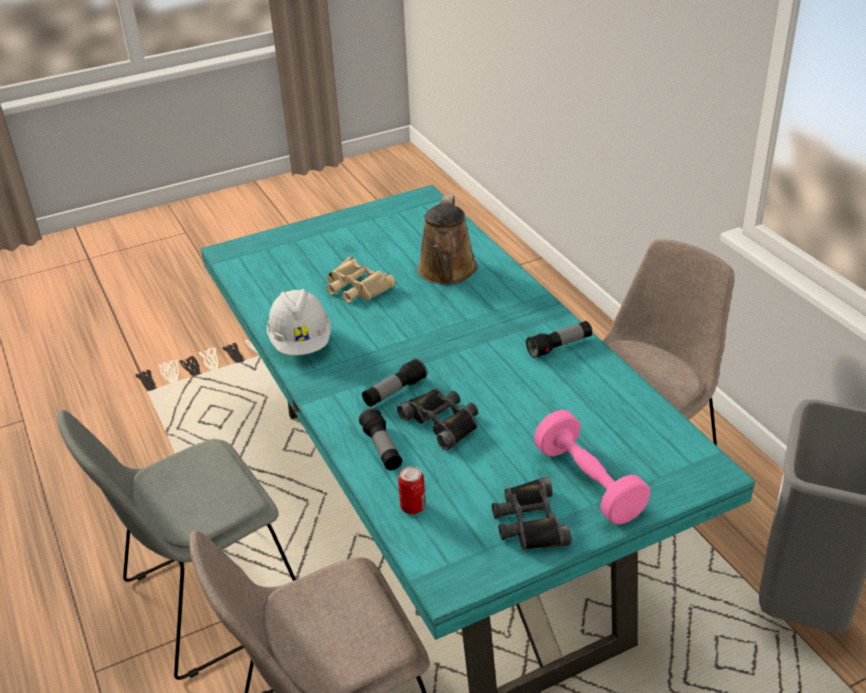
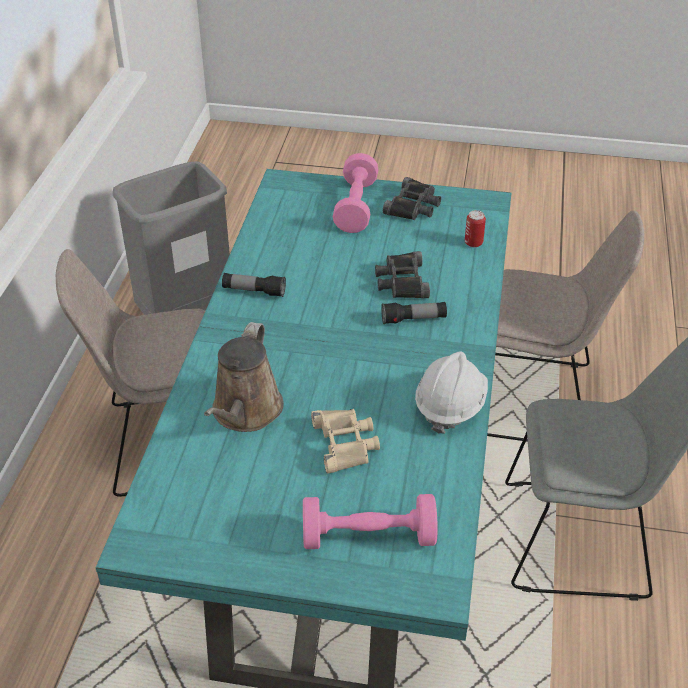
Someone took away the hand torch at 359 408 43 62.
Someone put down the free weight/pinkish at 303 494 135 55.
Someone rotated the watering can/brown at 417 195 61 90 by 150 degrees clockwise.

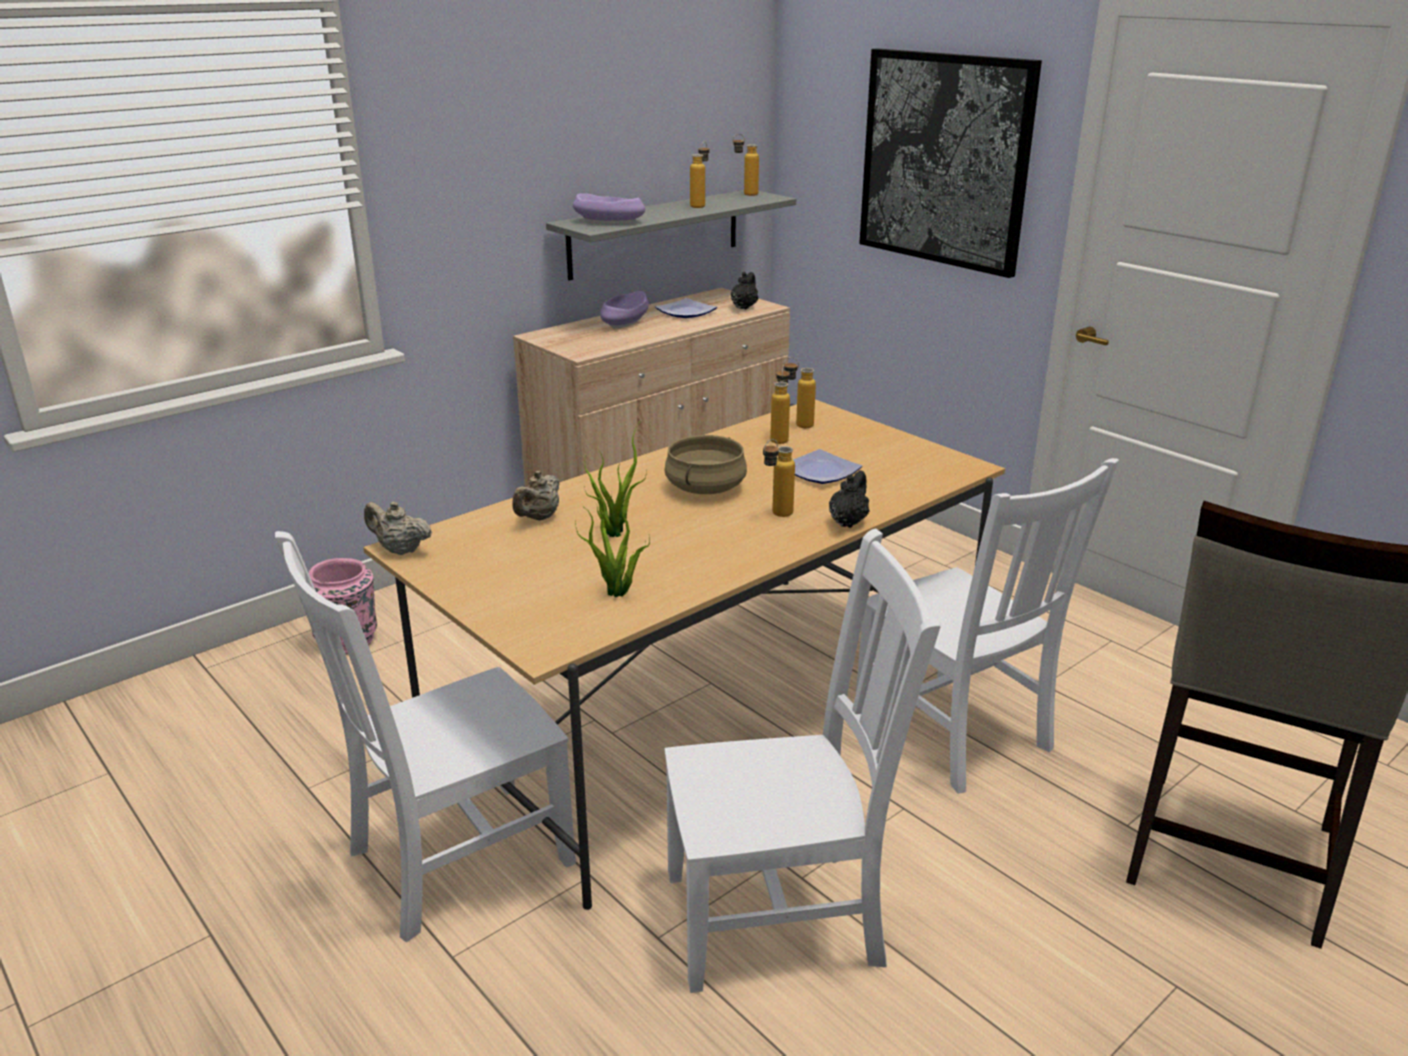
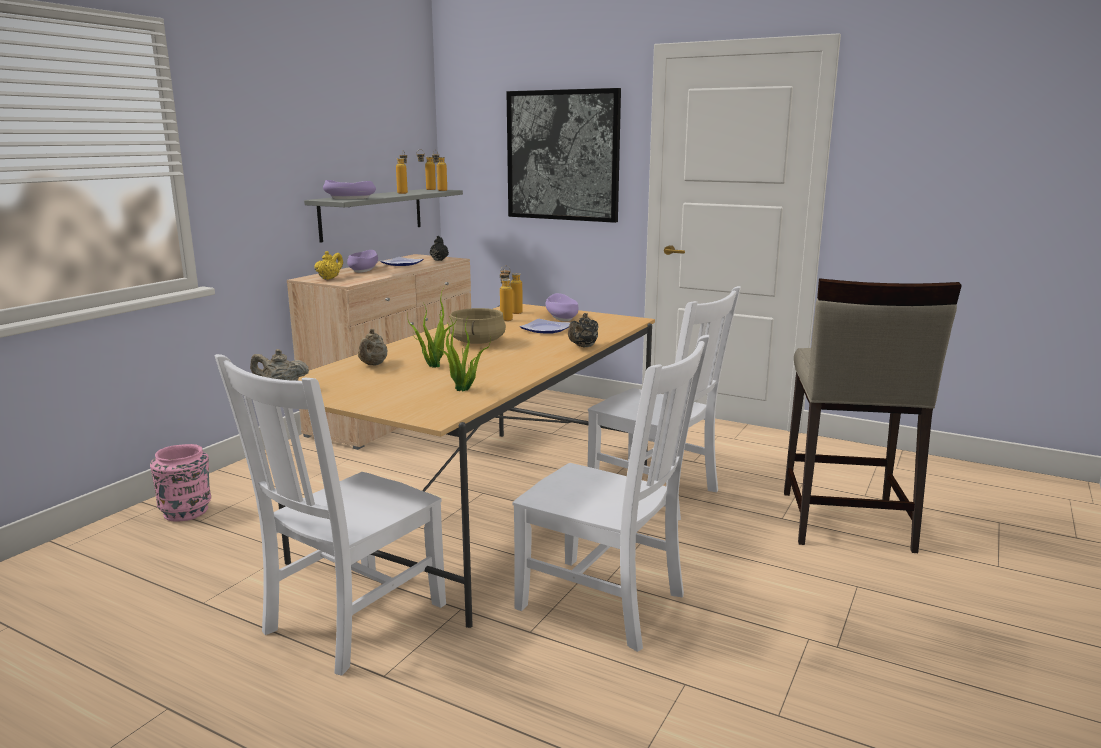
Someone put down the teapot/yellowish at 315 251 28 29.
Someone put down the deep dish/purple at 545 293 34 28.
Someone carried the drink bottle from 763 439 32 78 to 432 150 15 41.
Someone rotated the upright chair/whitish at 665 528 276 465 by 60 degrees clockwise.
Someone rotated the teapot/blackish at 829 470 41 58 by 150 degrees counterclockwise.

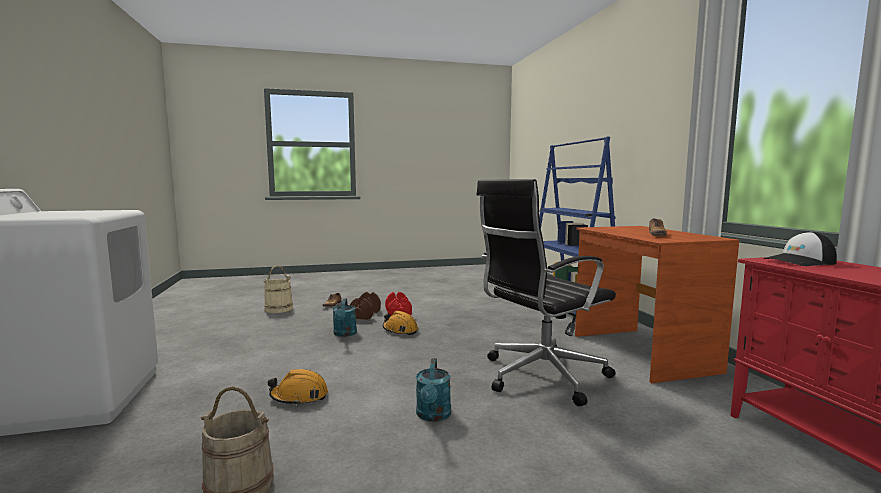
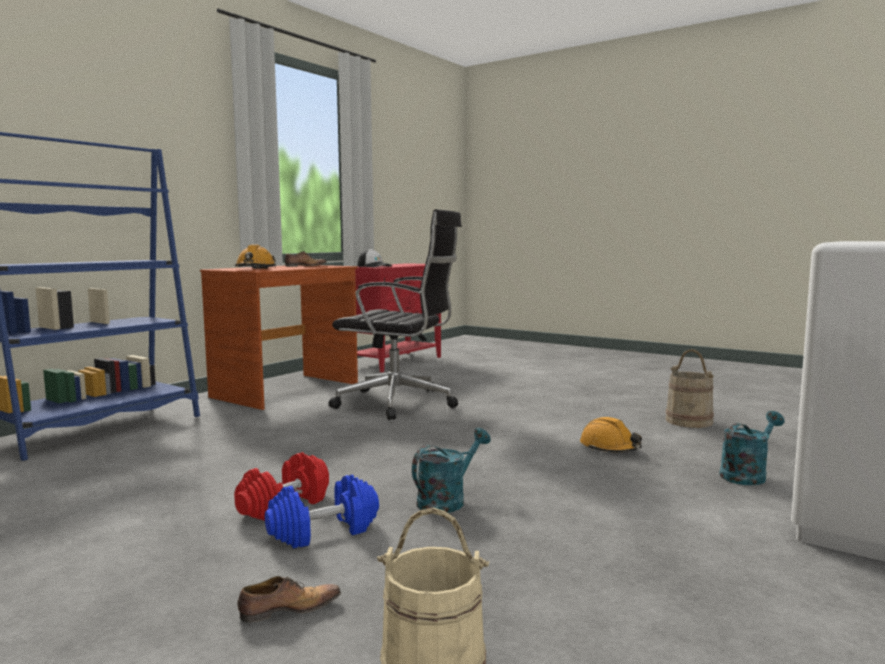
Someone carried the work helmet/orange from 383 311 35 24 to 235 244 41 25.
Someone carried the watering can/turquoise-coloured from 416 358 35 64 to 719 411 66 74.
Someone repainted the free weight/brown at 350 292 31 28, which became the free weight/blue-coloured at 265 474 114 75.

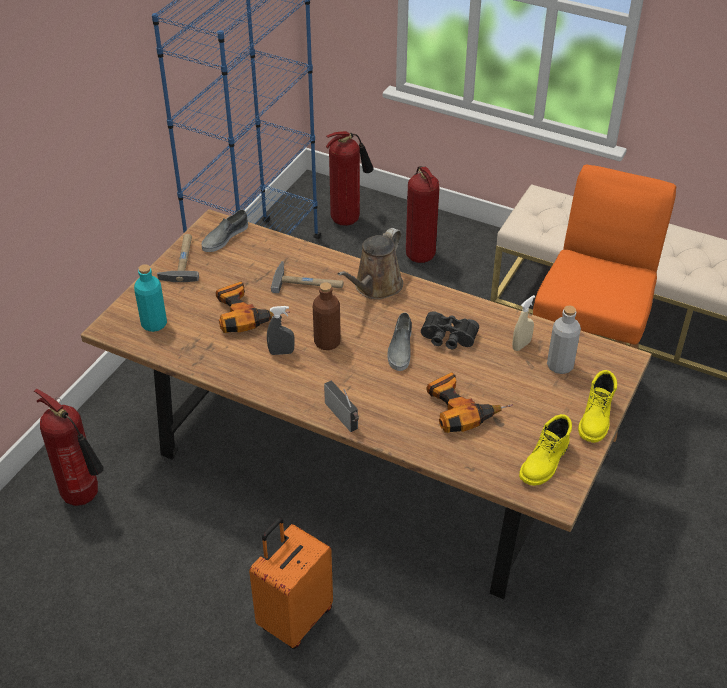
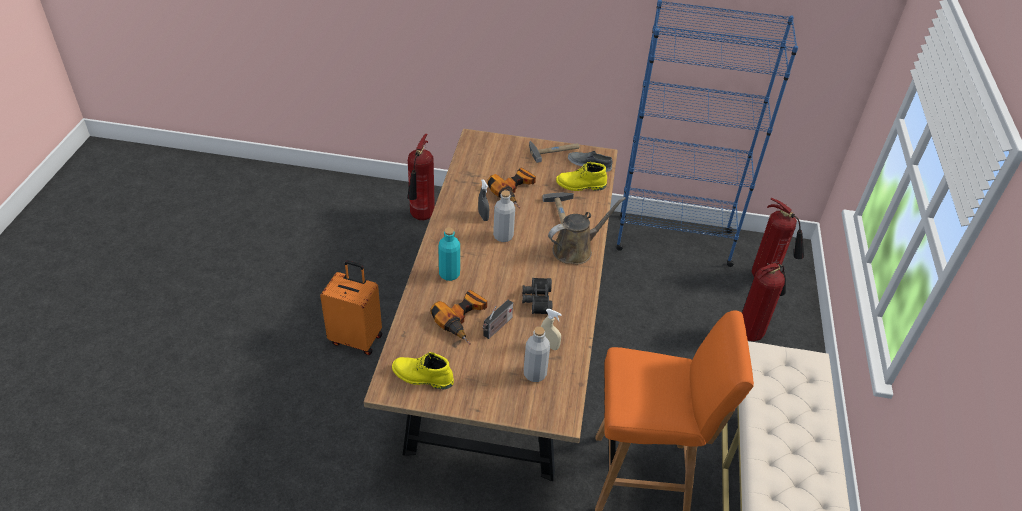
Someone took away the item of footwear/grey at 387 313 25 58.
Someone carried the drink bottle/turquoise-coloured from 134 264 33 68 to 438 227 22 54.
Someone carried the radio from 324 380 35 52 to 483 300 30 39.
Someone carried the tall boot/yellowish from 578 370 39 73 to 556 162 51 29.
Someone repainted the drink bottle/brown at 313 282 28 68, which became the drink bottle/grey at 493 190 22 52.
Someone rotated the watering can/brown at 338 228 65 72 by 135 degrees clockwise.

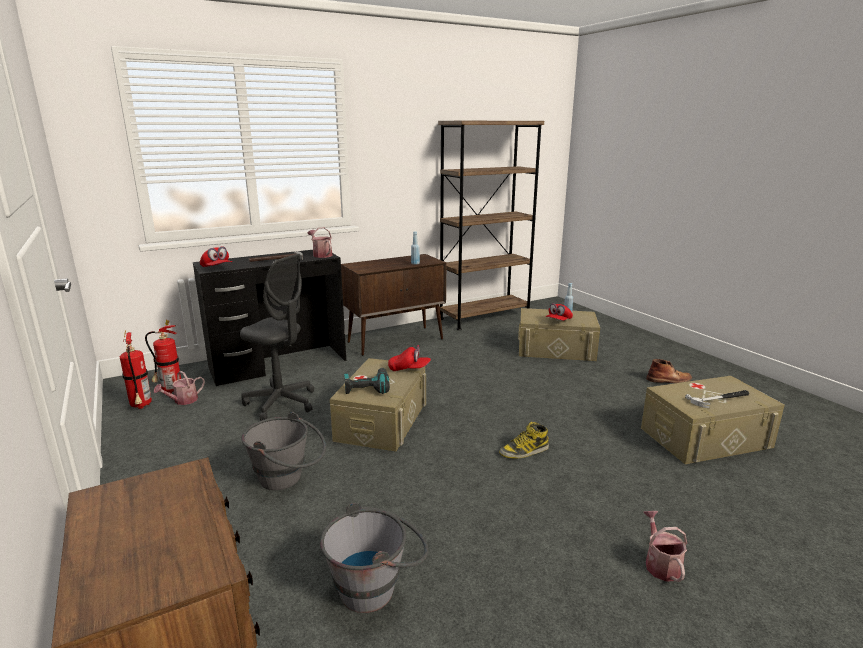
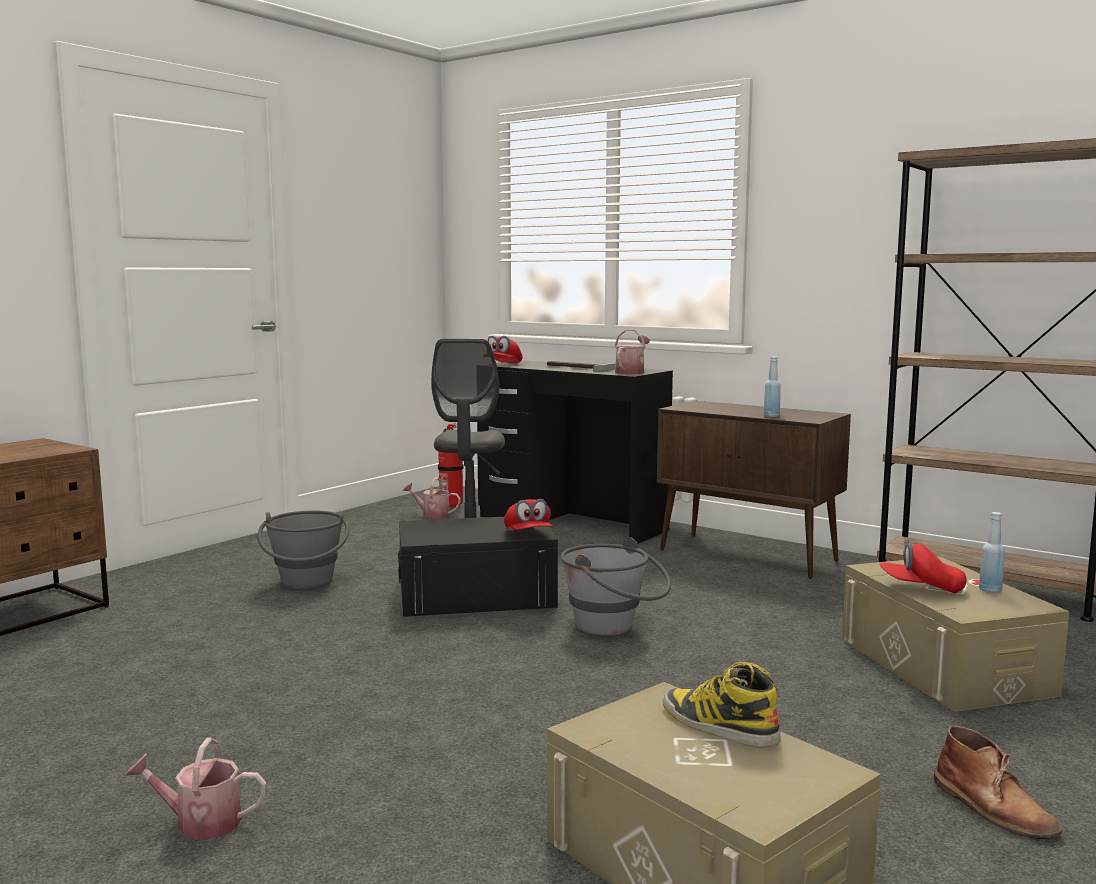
Someone took away the extinguisher at 120 330 32 79.
Someone took away the electric drill at 344 368 46 26.
Someone took away the tool hammer at 685 390 64 18.
Someone carried the pail/grey from 320 502 109 111 to 560 537 111 99.
Someone carried the tall boot from 499 422 50 36 to 663 662 118 86.
Someone repainted the storage bin/sand-coloured at 330 358 96 93, which became the storage bin/blackish at 398 517 160 100.
Someone rotated the watering can at 643 511 44 71 by 150 degrees counterclockwise.

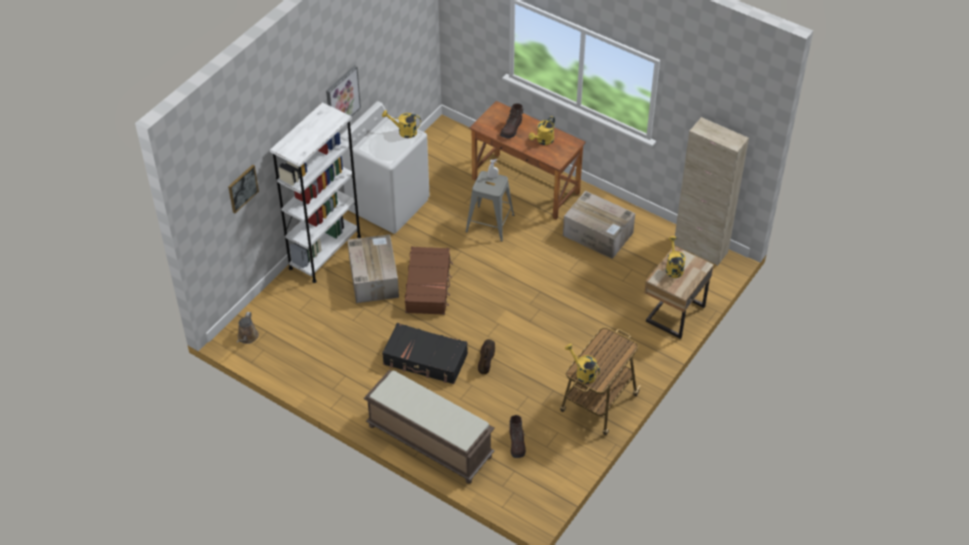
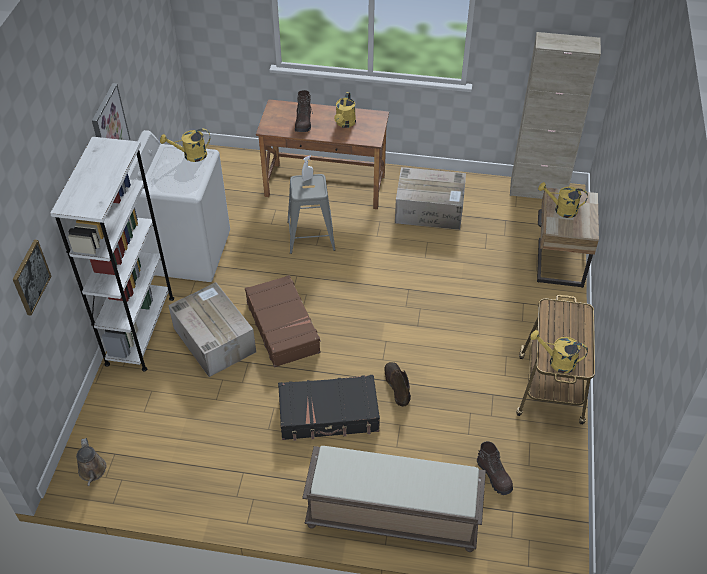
Someone rotated the watering can/yellowish at 666 236 20 42 by 45 degrees counterclockwise.

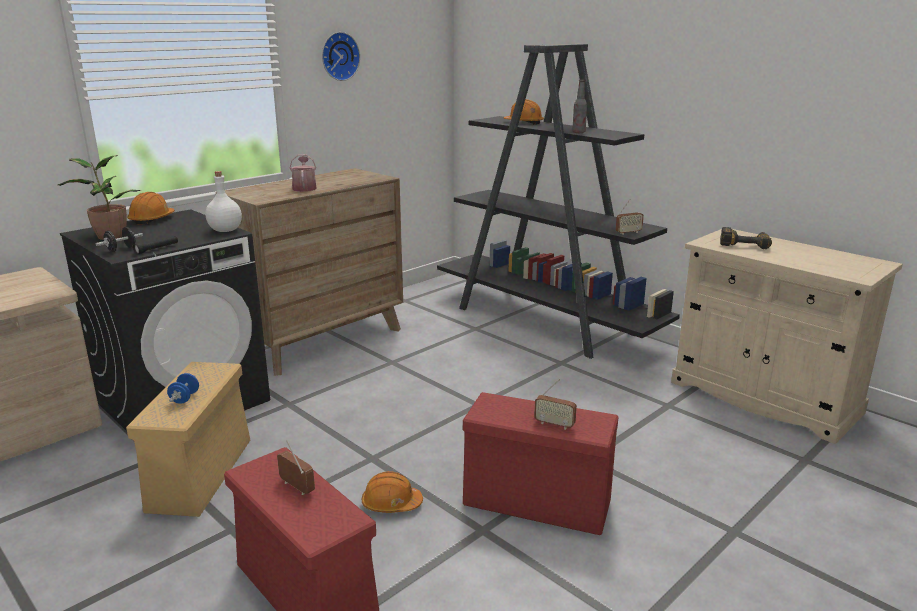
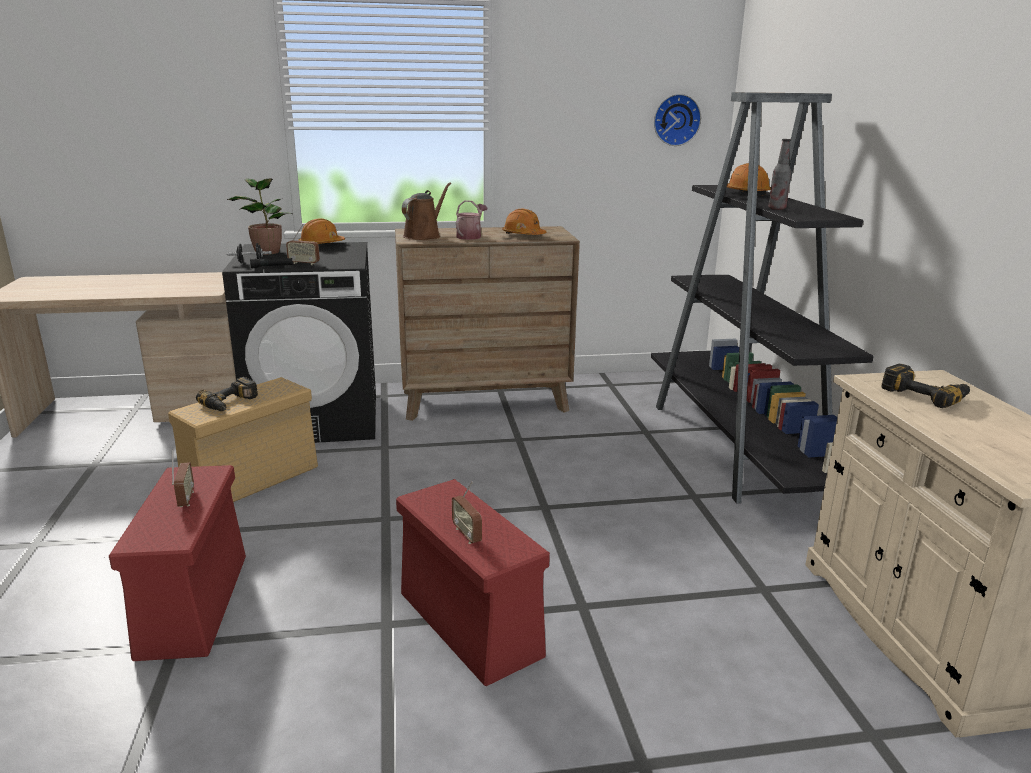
Someone took away the drink bottle/whitish at 205 171 37 61.
Someone put down the watering can/brown at 402 182 49 58.
Someone carried the clock on the wall from 322 32 38 49 to 654 94 47 52.
Someone carried the work helmet/orange from 362 471 61 42 to 502 208 44 27.
Someone carried the radio from 616 199 28 36 to 286 224 34 41.
Someone swapped the free weight/blue-coloured at 167 373 32 31 for the electric drill at 196 377 62 34.

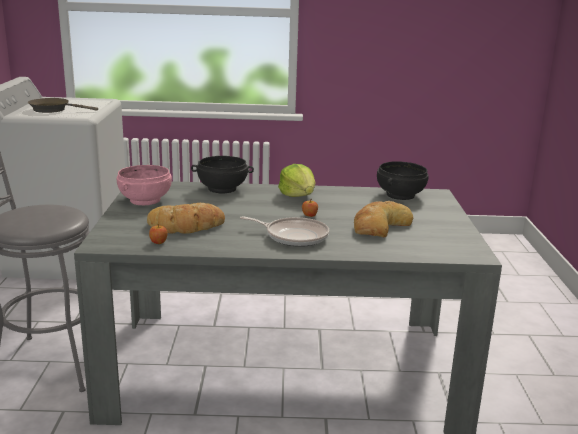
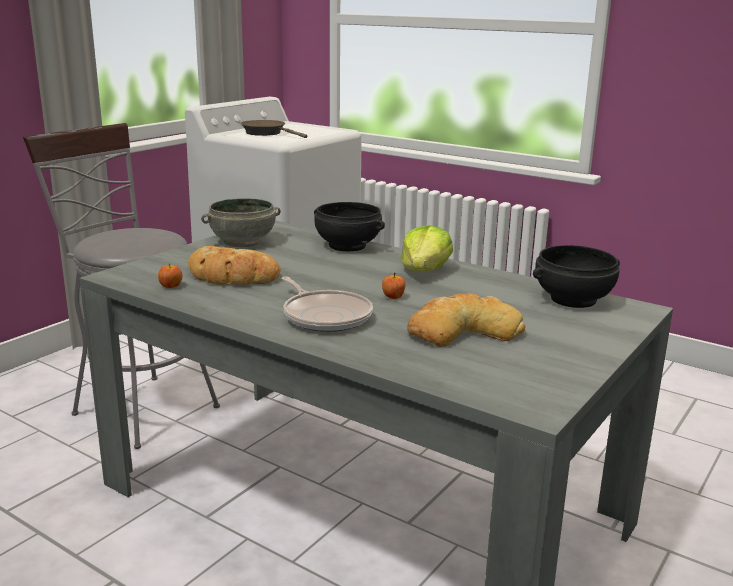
Someone repainted the deep dish/pinkish at 117 165 55 40, which became the deep dish/grey at 201 198 80 49.

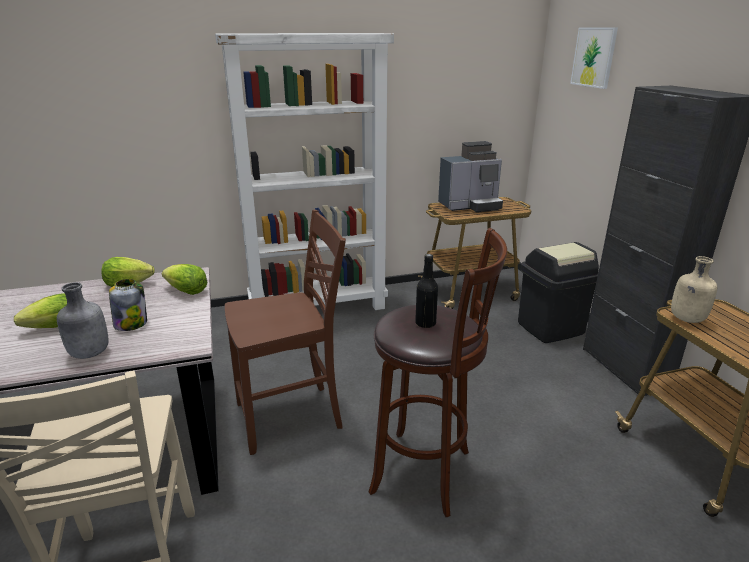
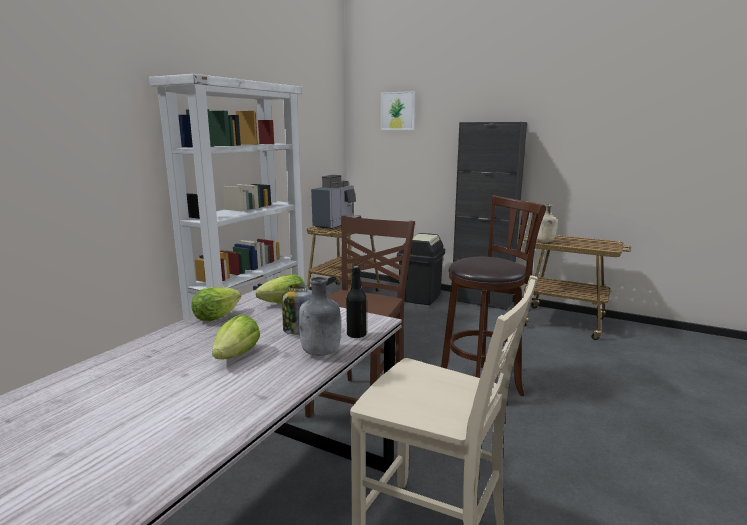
Someone carried the drink bottle/blackish from 415 254 23 74 to 346 266 21 72.

